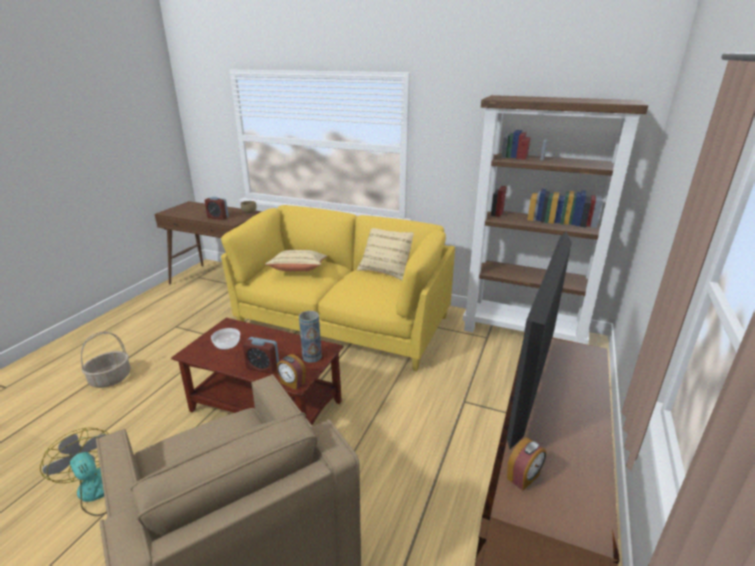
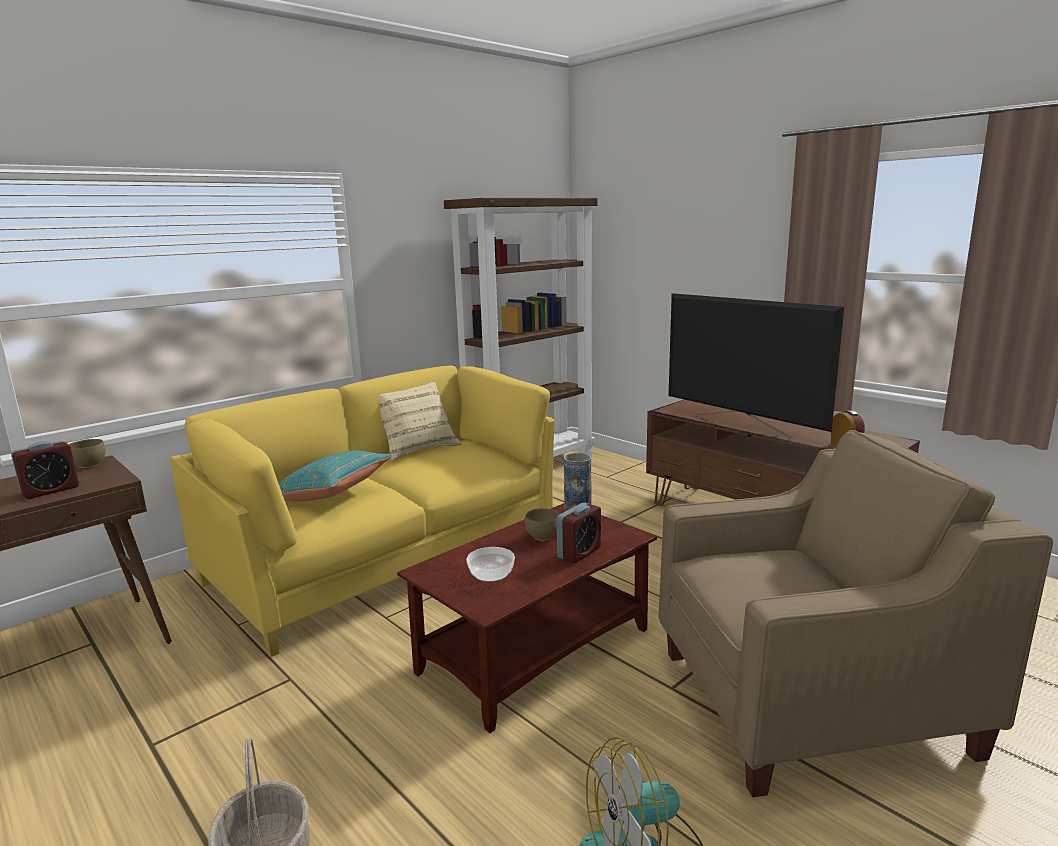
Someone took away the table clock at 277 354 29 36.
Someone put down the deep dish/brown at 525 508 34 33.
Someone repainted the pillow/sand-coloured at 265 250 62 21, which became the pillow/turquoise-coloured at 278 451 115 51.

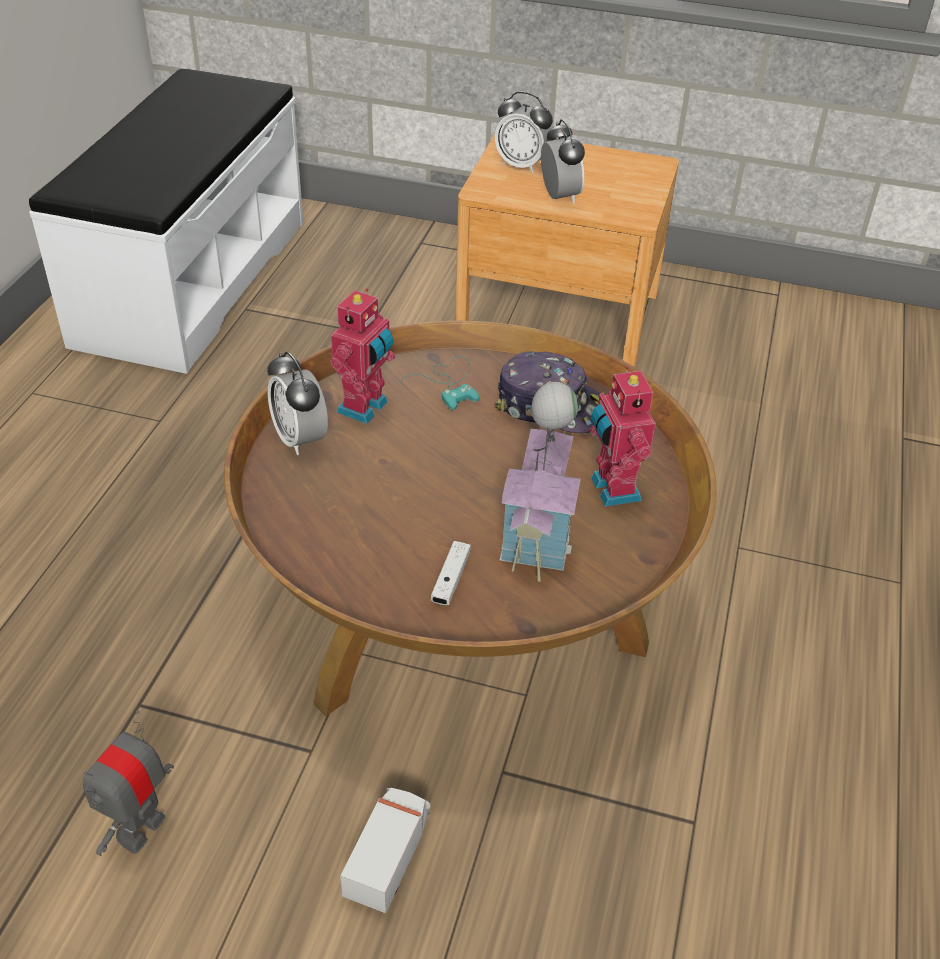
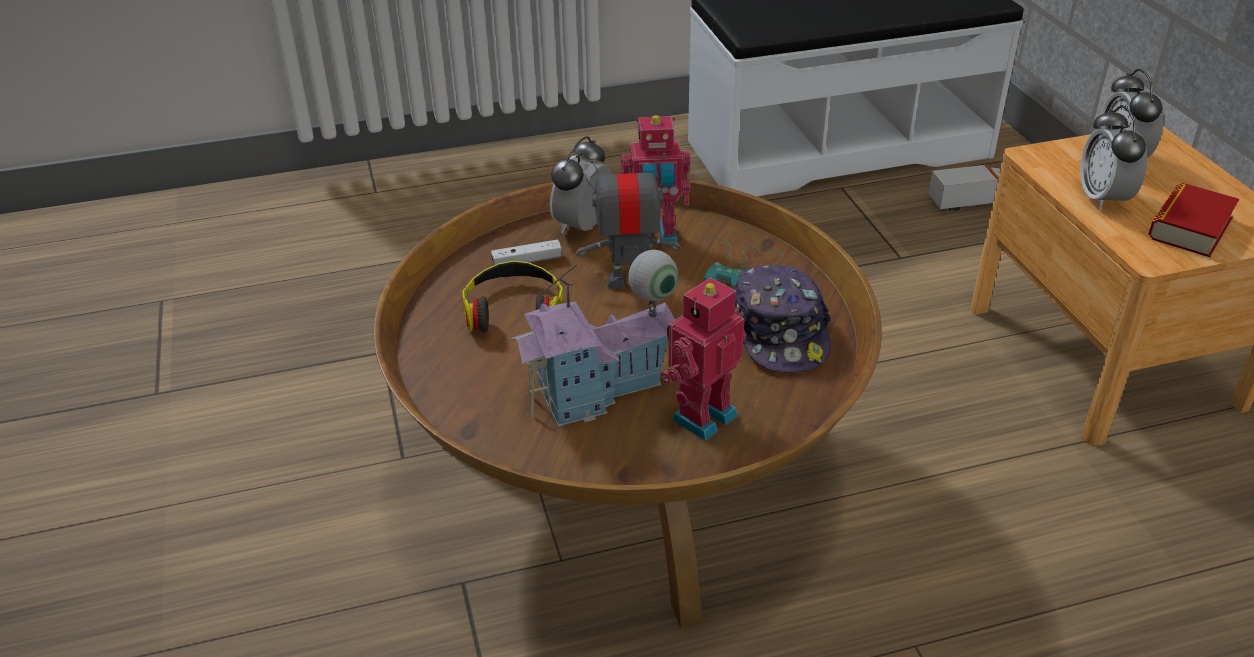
Someone put down the pair of headphones at 462 261 101 72.
Someone put down the book at 1148 183 91 74.
Someone carried the model robot from 83 710 91 146 to 576 153 105 136.
Someone carried the toy truck from 340 788 90 126 to 928 164 72 47.
Someone carried the gamepad/whitish from 431 541 40 64 to 491 239 71 26.
Someone rotated the table clock at 541 119 44 85 by 135 degrees clockwise.

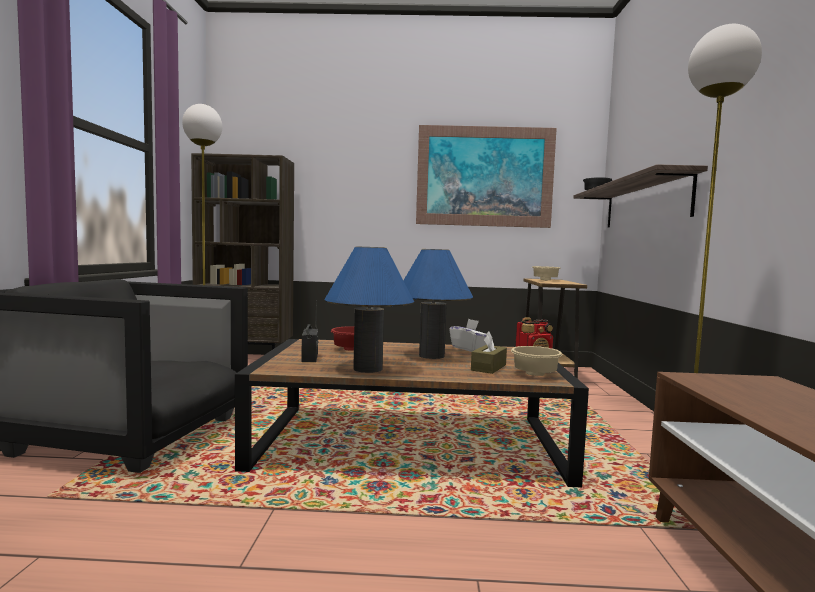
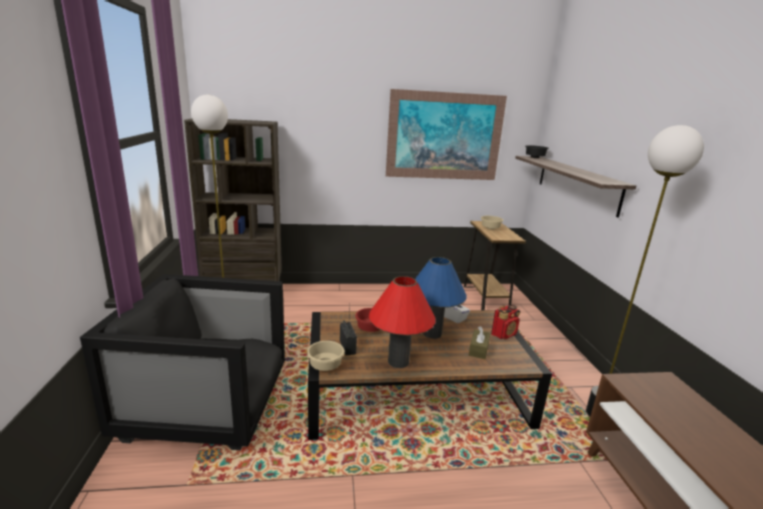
Someone carried the deep dish/sand-coloured from 511 346 51 30 to 307 341 38 30.
Someone repainted the lamp for a table/blue-coloured at 324 246 90 127, which became the lamp for a table/red at 369 276 67 92.

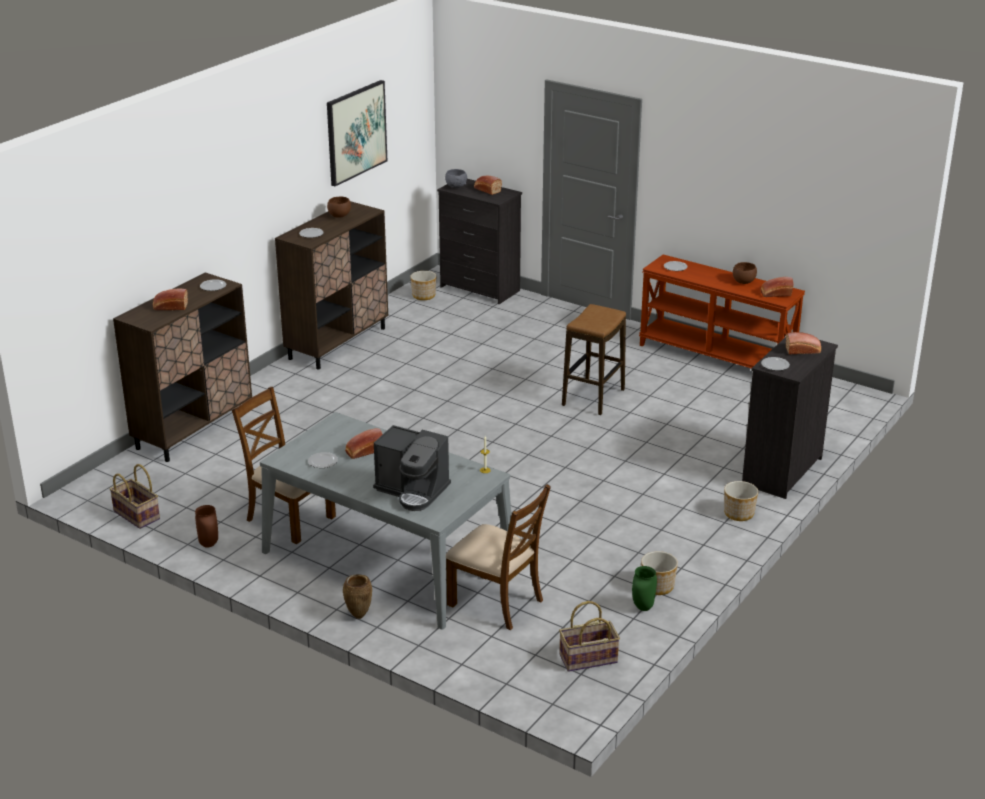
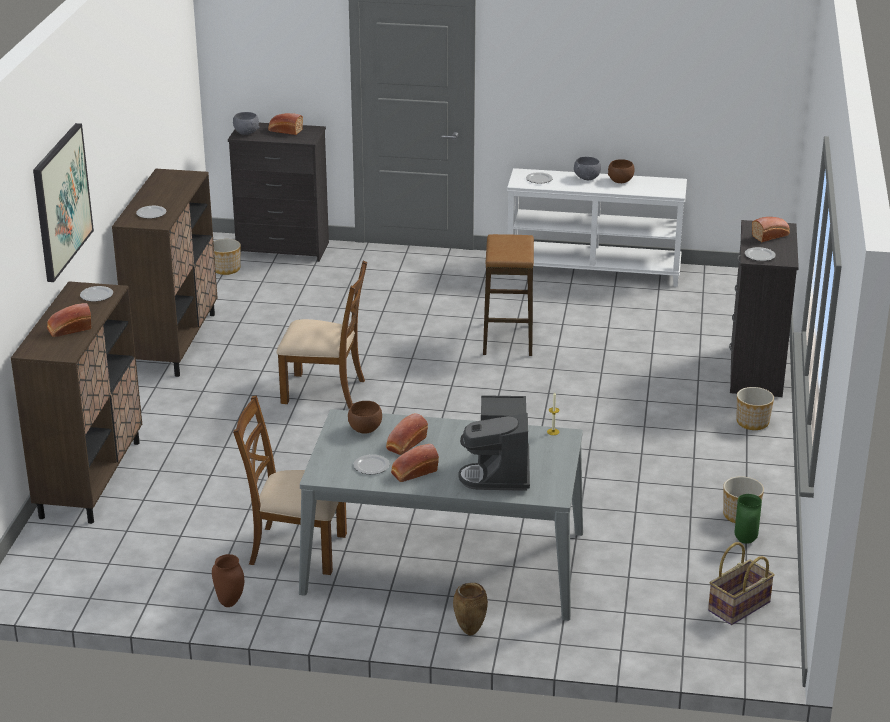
Someone took away the household basket at 110 464 50 65.
Someone put down the deep dish/grey at 574 157 27 23.
Someone carried the wall picture from 327 80 60 106 to 33 123 61 159.
Someone carried the deep dish/brown from 327 197 24 21 to 348 401 34 32.
Someone carried the upright chair/brown from 446 484 105 146 to 276 261 91 147.
Someone carried the bread from 760 277 33 20 to 391 444 48 38.
Someone repainted the console table/brown at 639 254 166 115, which became the console table/whitish at 507 168 180 119.
Someone rotated the coffee maker at 373 425 78 86 by 90 degrees clockwise.

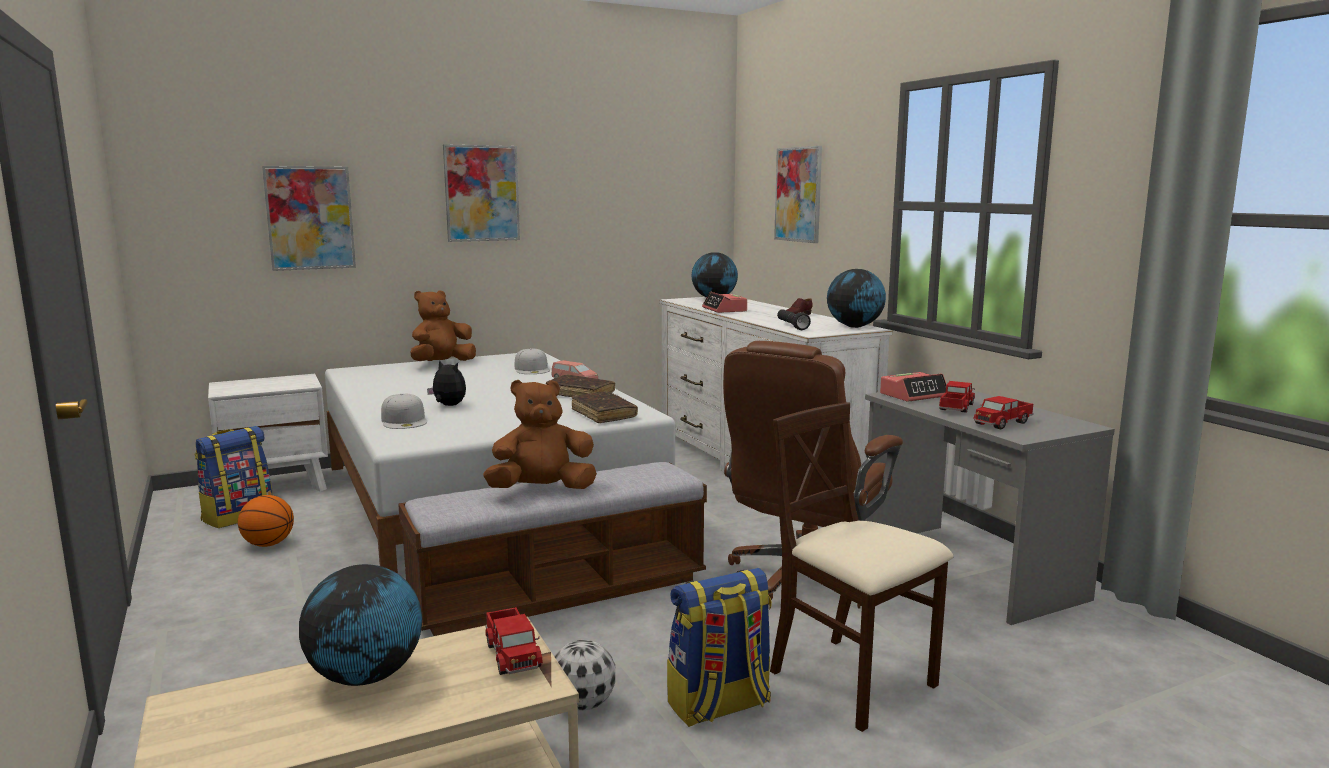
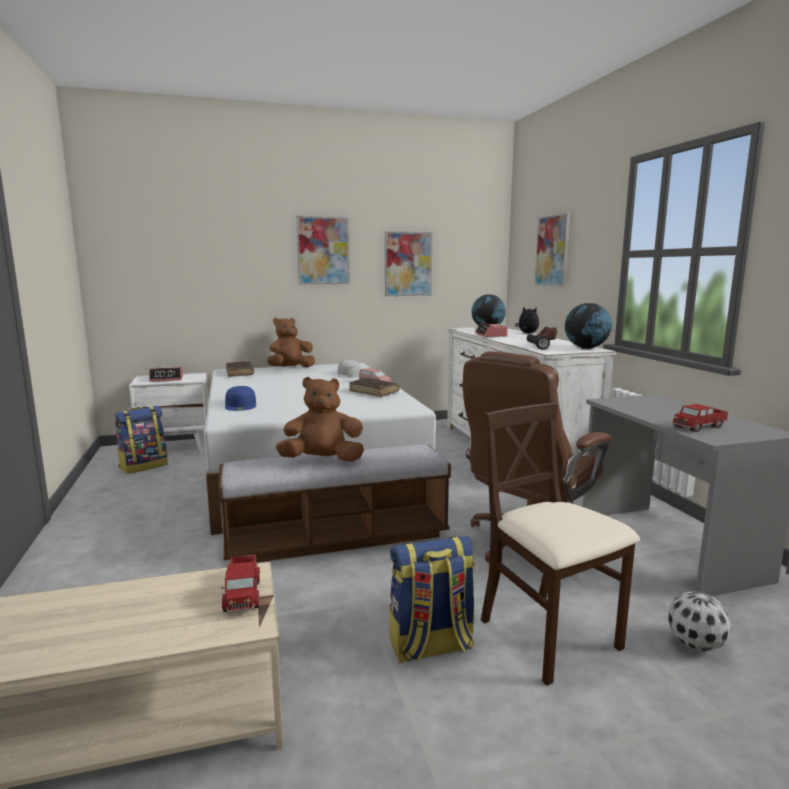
Someone took away the ball for basketball at 238 495 56 52.
Someone took away the desk globe at 299 564 123 122.
Someone took away the toy truck at 939 381 36 32.
Someone carried the wall picture from 262 166 94 105 to 385 231 47 65.
Someone carried the soft toy from 427 360 39 46 to 515 307 24 27.
Someone carried the football from 554 640 62 71 to 668 591 63 60.
Someone carried the book/brown from 572 391 66 32 to 226 361 28 16.
Someone carried the table clock from 880 372 67 30 to 149 367 34 15.
Someone repainted the cap/whitish at 381 394 46 35, which became the cap/blue-coloured at 225 386 31 25.

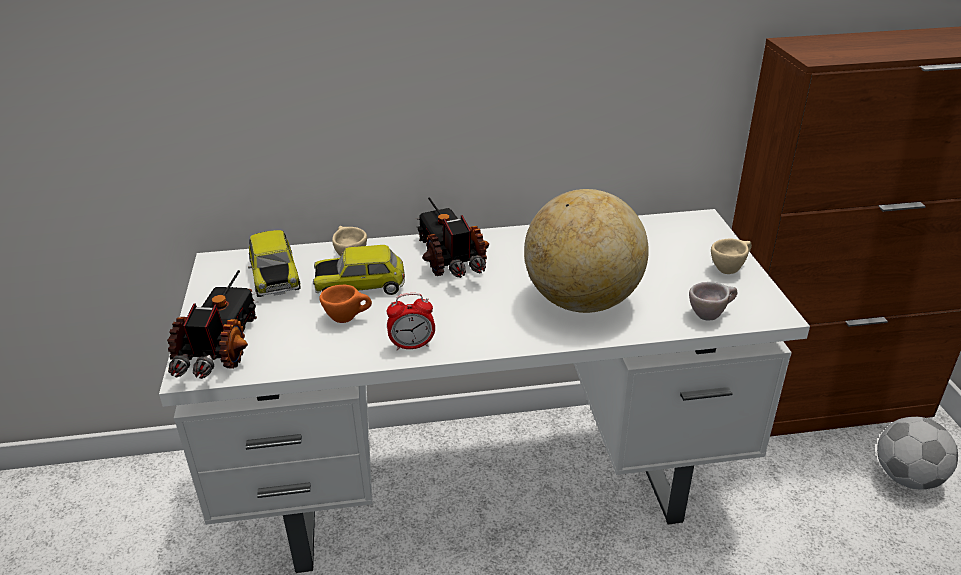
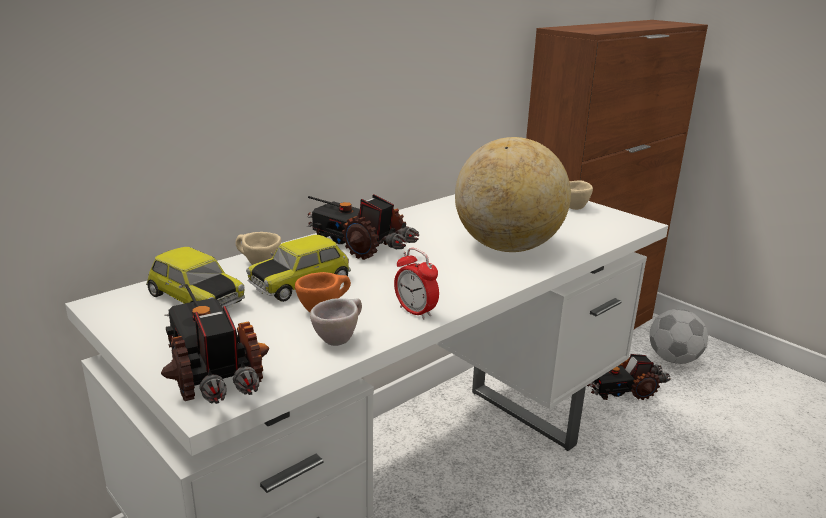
Someone put down the toy truck at 587 354 84 46.
Someone carried the cup/sand-coloured from 689 282 49 38 to 310 298 52 48.
Someone rotated the table clock at 387 293 48 58 by 90 degrees clockwise.

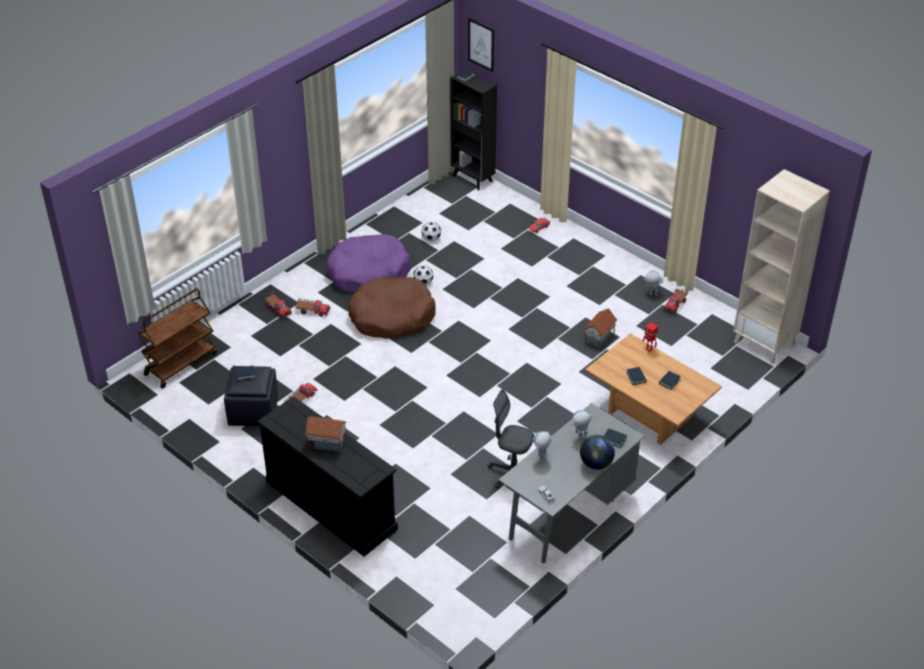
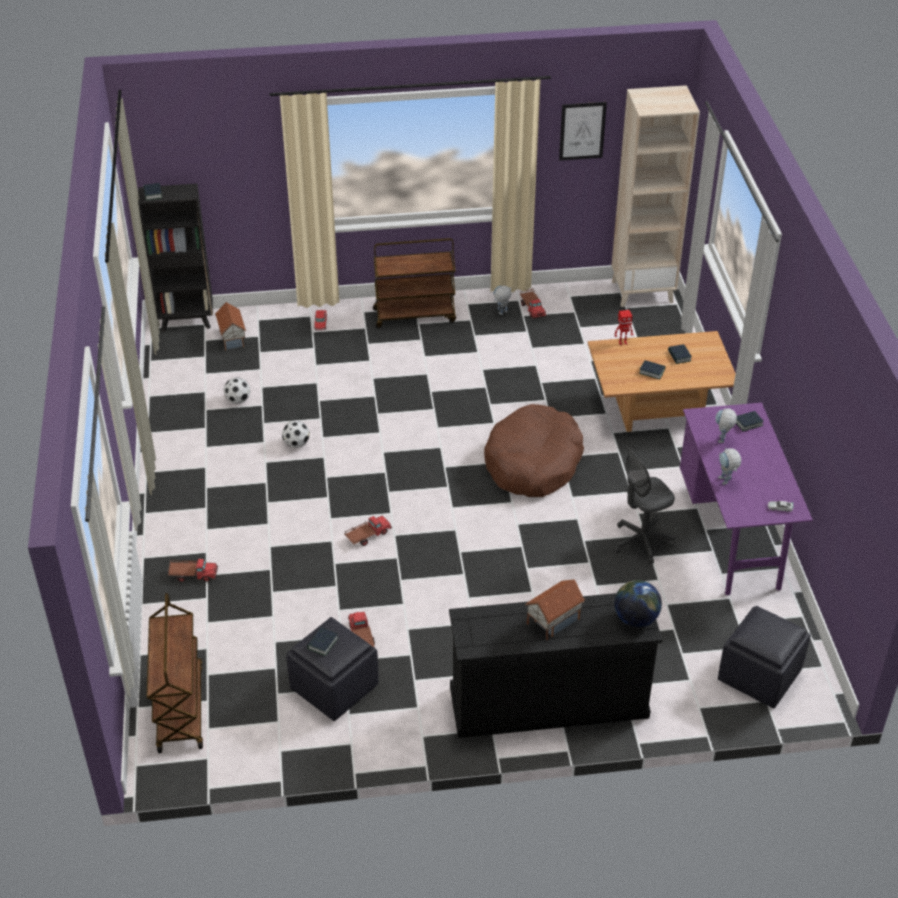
Someone took away the pet bed/purple at 326 234 85 59.
Someone put down the trolley/brown at 373 238 83 91.
Someone put down the footrest/blackish at 718 606 93 102.
Someone carried the toy truck from 295 298 35 19 to 344 516 48 30.
Someone carried the pet bed/brown from 348 277 88 62 to 484 404 100 93.
Someone carried the wall picture from 468 18 26 54 to 559 102 48 59.
Someone carried the desk globe from 580 435 35 35 to 614 580 48 47.
Someone carried the toy house from 584 308 33 41 to 215 302 31 49.
Someone repainted the desk table/grey at 498 403 147 160, which became the desk table/purple at 680 403 133 192.

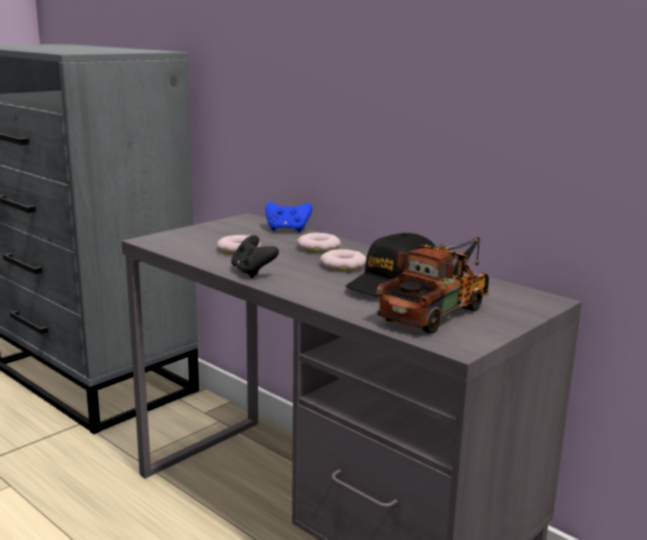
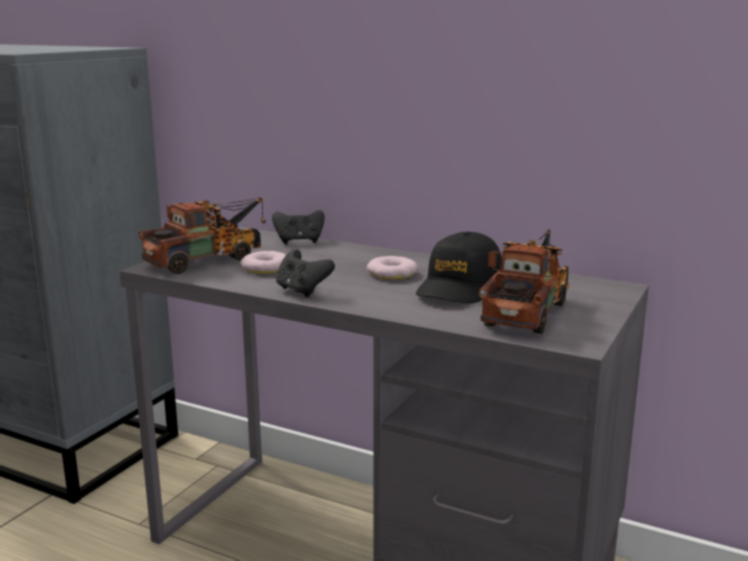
Someone took away the donut at 297 233 44 19.
Someone put down the toy truck at 139 197 127 77.
Someone repainted the gamepad/blue-coloured at 265 201 47 31, which became the gamepad/blackish at 272 210 53 34.

